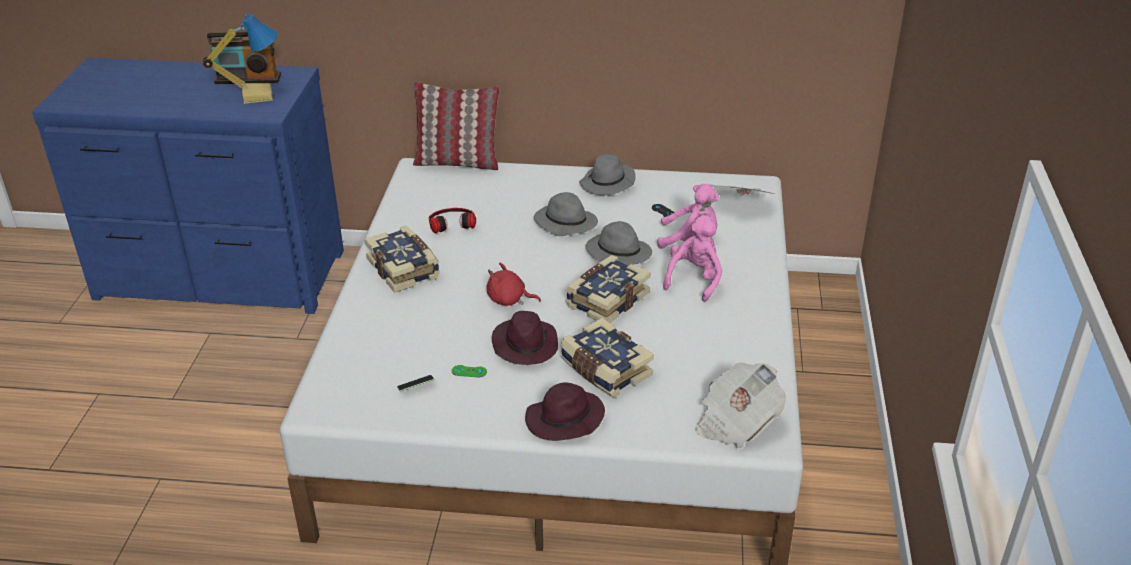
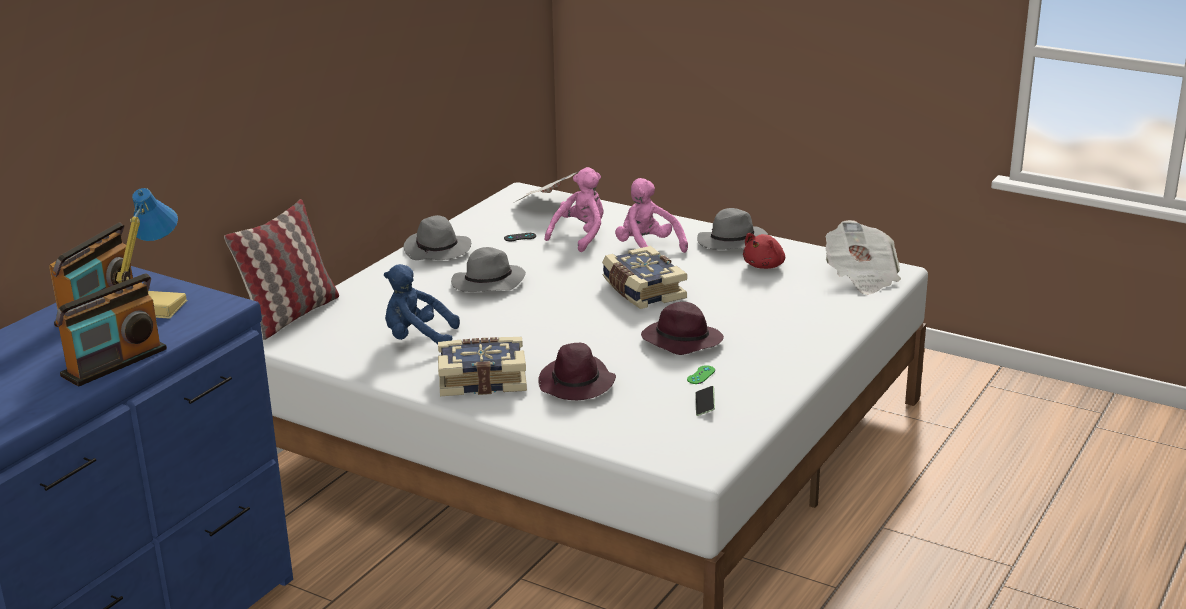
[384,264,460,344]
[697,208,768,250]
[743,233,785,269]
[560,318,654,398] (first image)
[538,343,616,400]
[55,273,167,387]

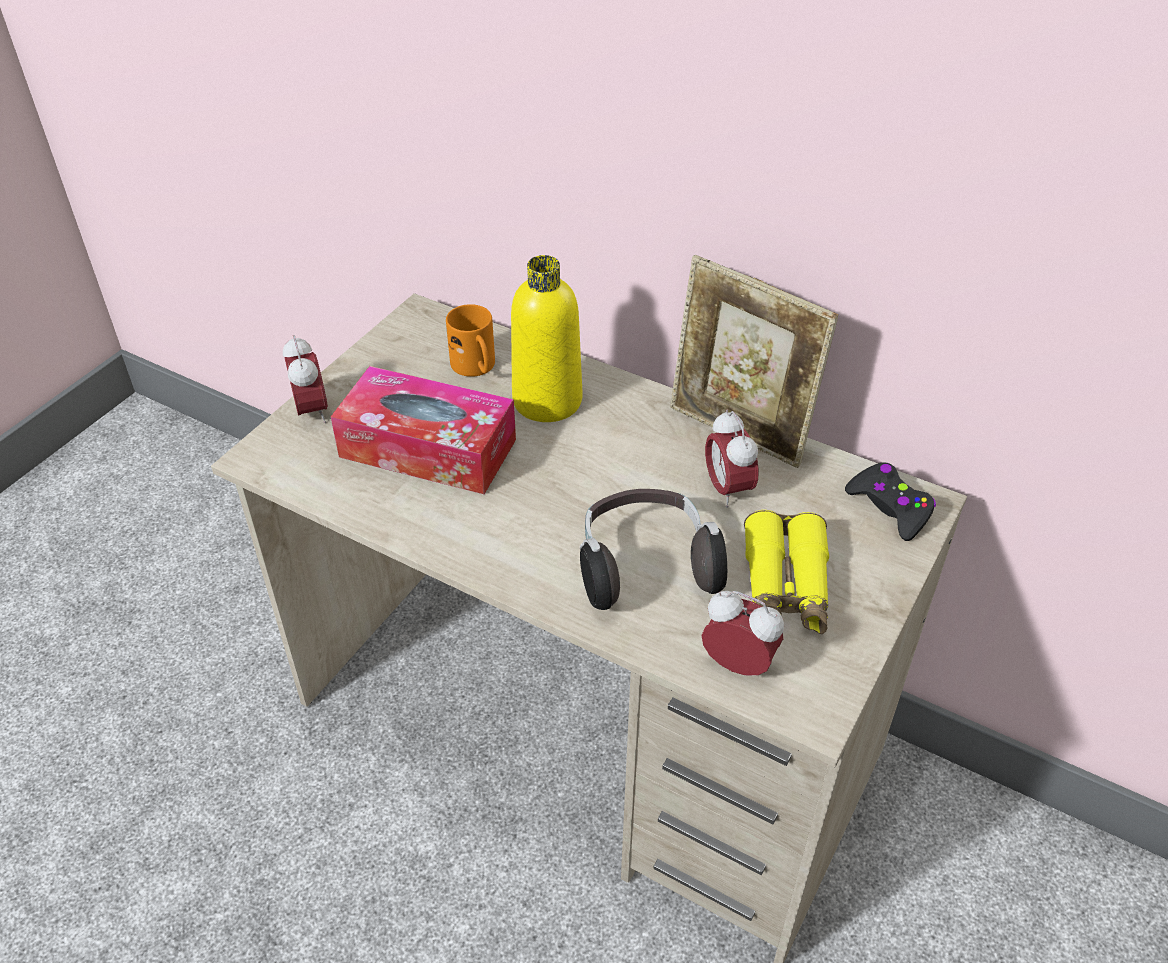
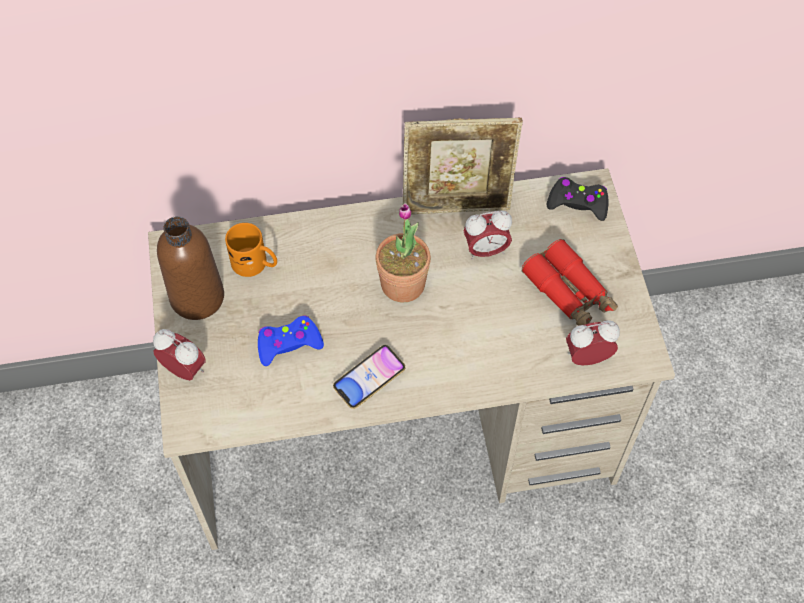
[511,255,582,422] (first image)
[258,315,324,366]
[463,210,512,260]
[580,489,727,610] (first image)
[522,239,618,326]
[376,203,431,302]
[157,216,224,320]
[333,345,405,409]

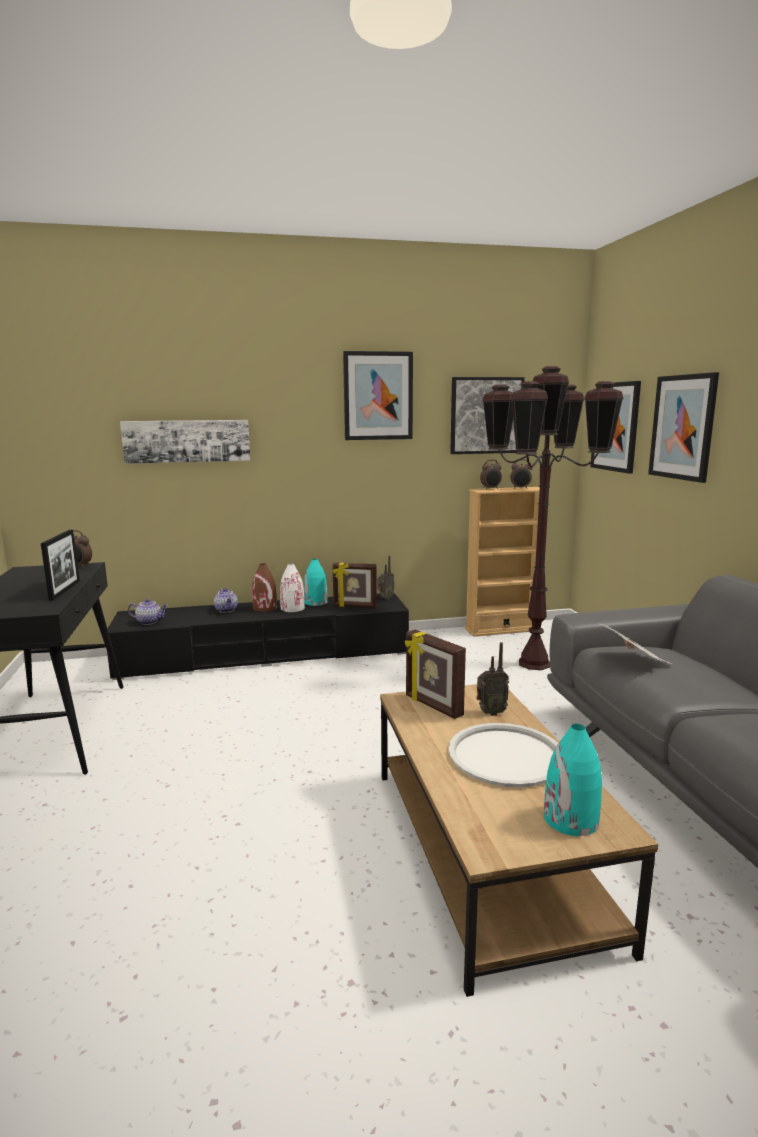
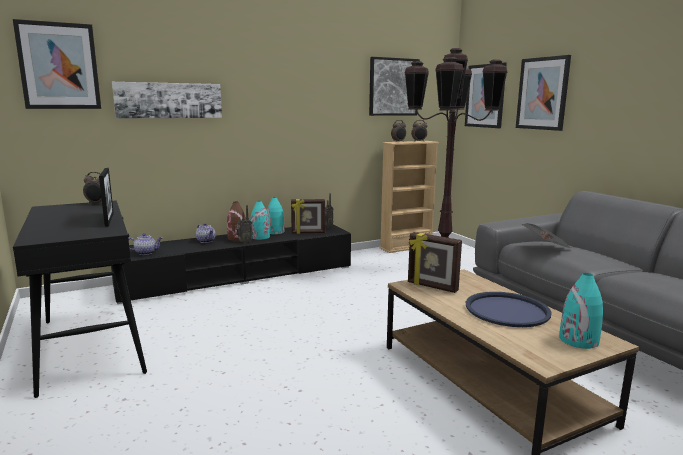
[13,19,101,109]
[250,201,270,240]
[236,205,253,243]
[466,292,552,327]

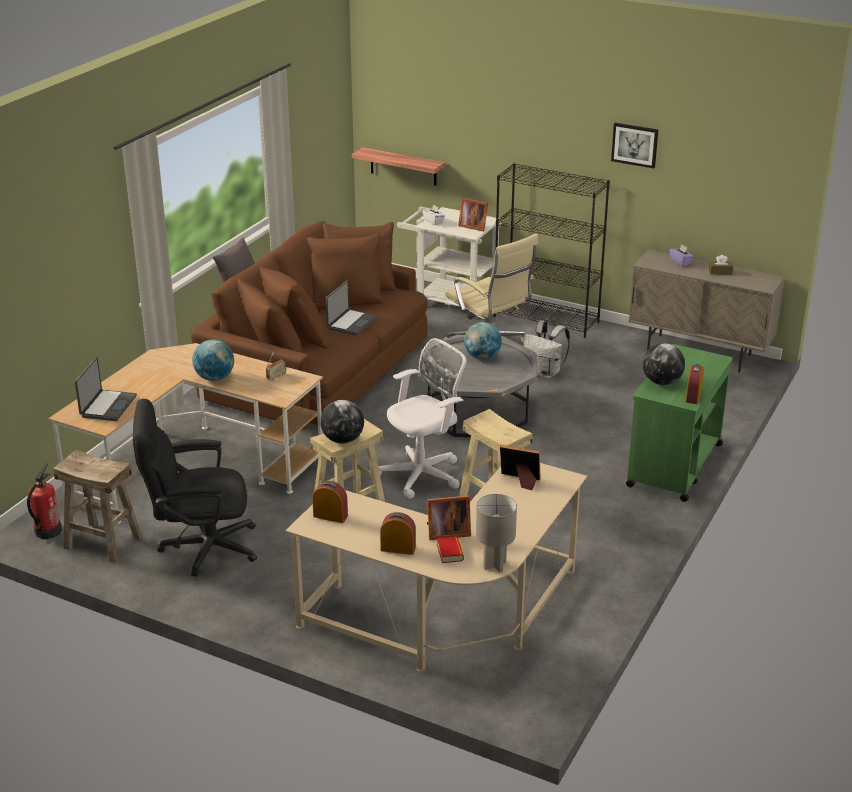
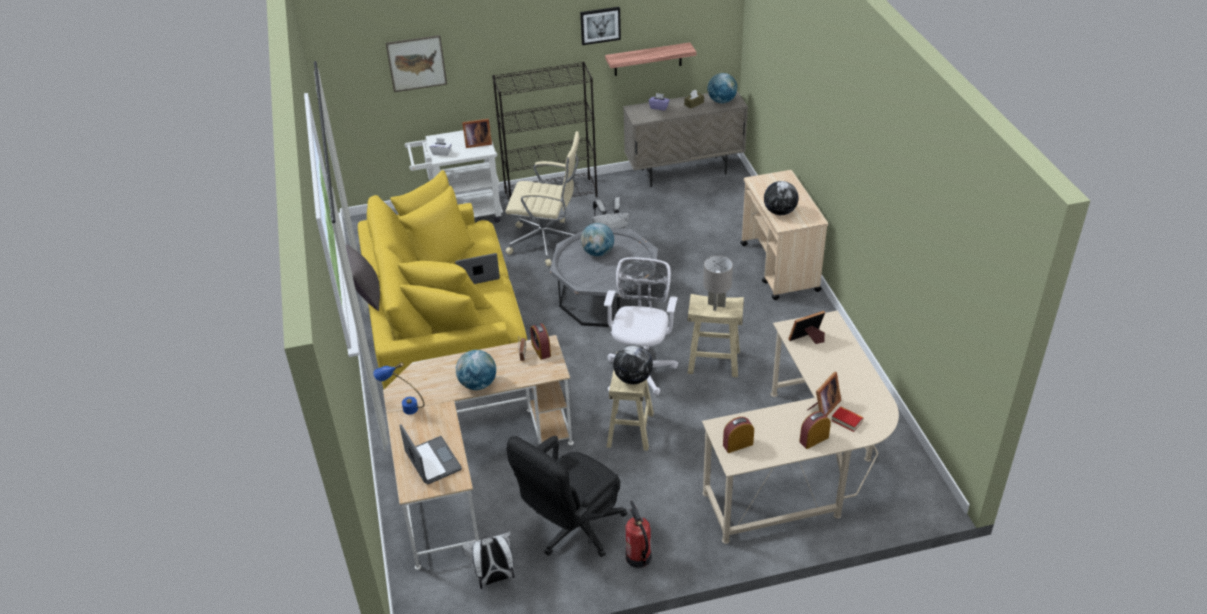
[605,42,697,76]
[358,170,527,389]
[455,253,500,284]
[741,170,828,300]
[530,323,551,360]
[462,532,515,589]
[625,501,651,568]
[703,255,733,311]
[386,35,447,92]
[707,73,738,103]
[373,362,425,415]

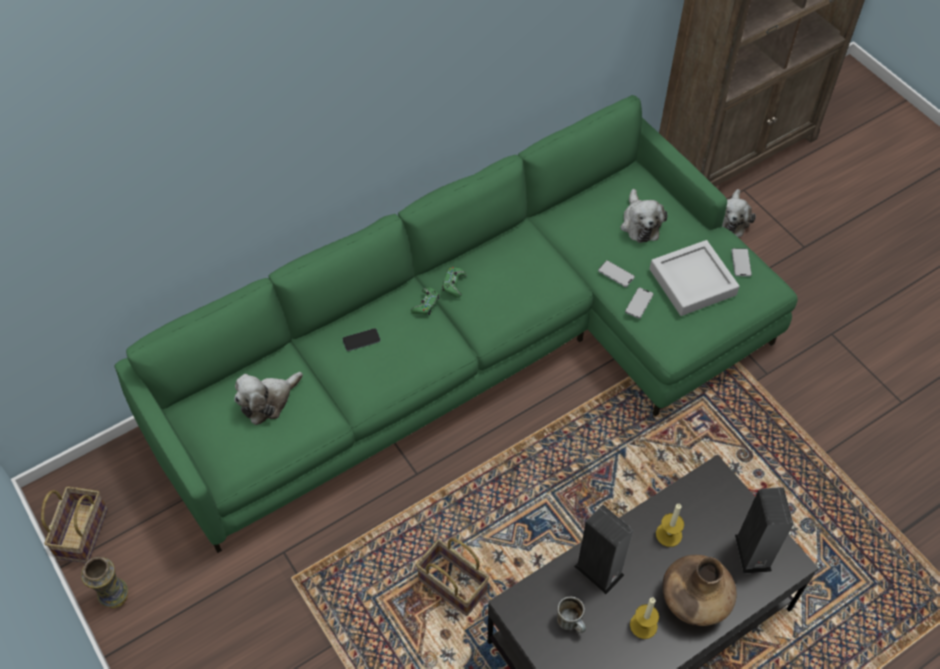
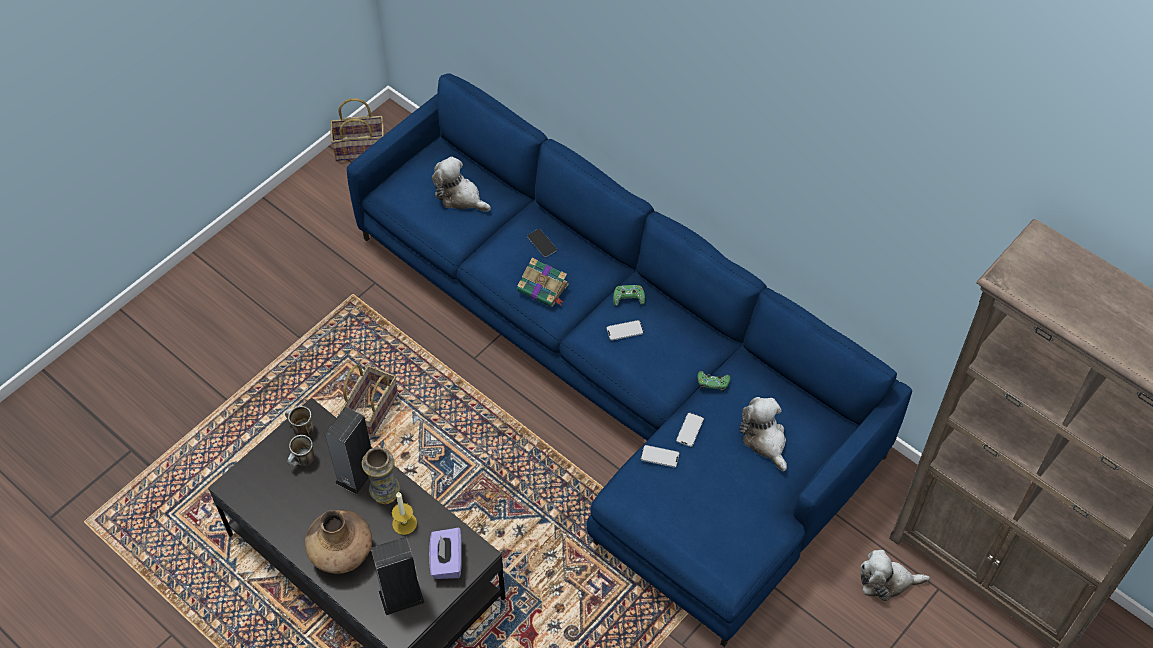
[347,73,912,647]
[739,397,787,471]
[650,240,740,316] (first image)
[607,320,644,341]
[697,371,731,392]
[362,447,400,504]
[630,597,659,639] (first image)
[517,258,569,307]
[285,406,314,436]
[429,527,462,579]

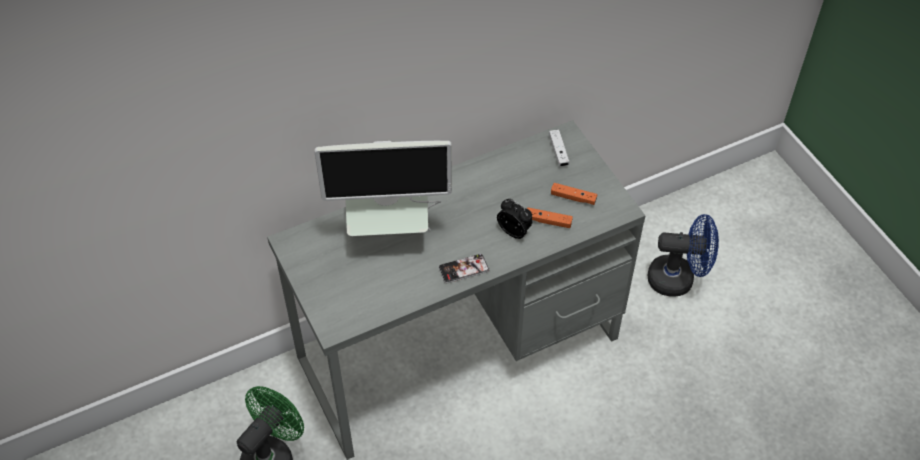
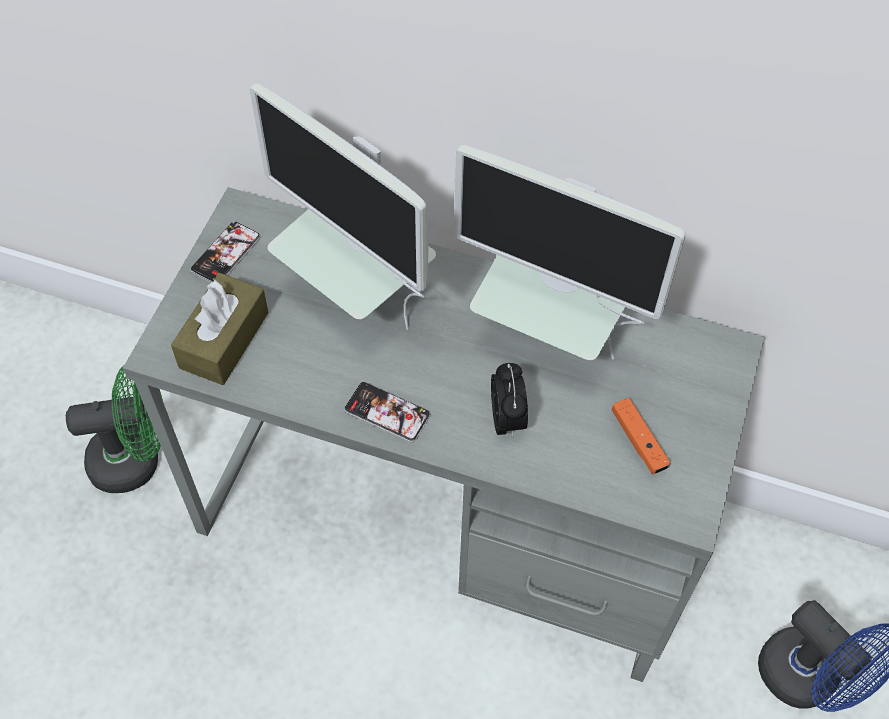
[549,130,569,167] (first image)
[527,207,573,228] (first image)
[454,145,686,360]
[190,221,261,283]
[171,273,269,385]

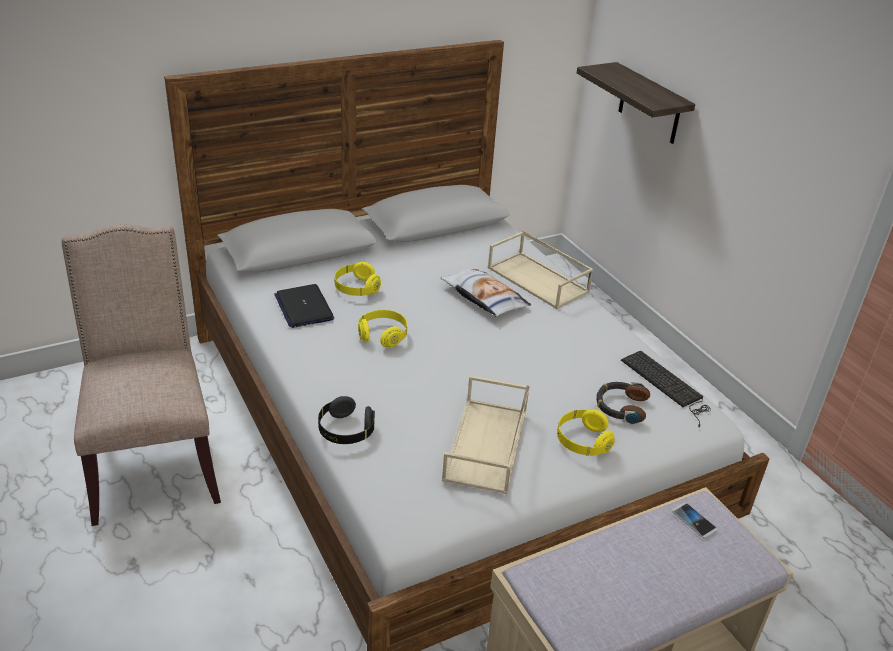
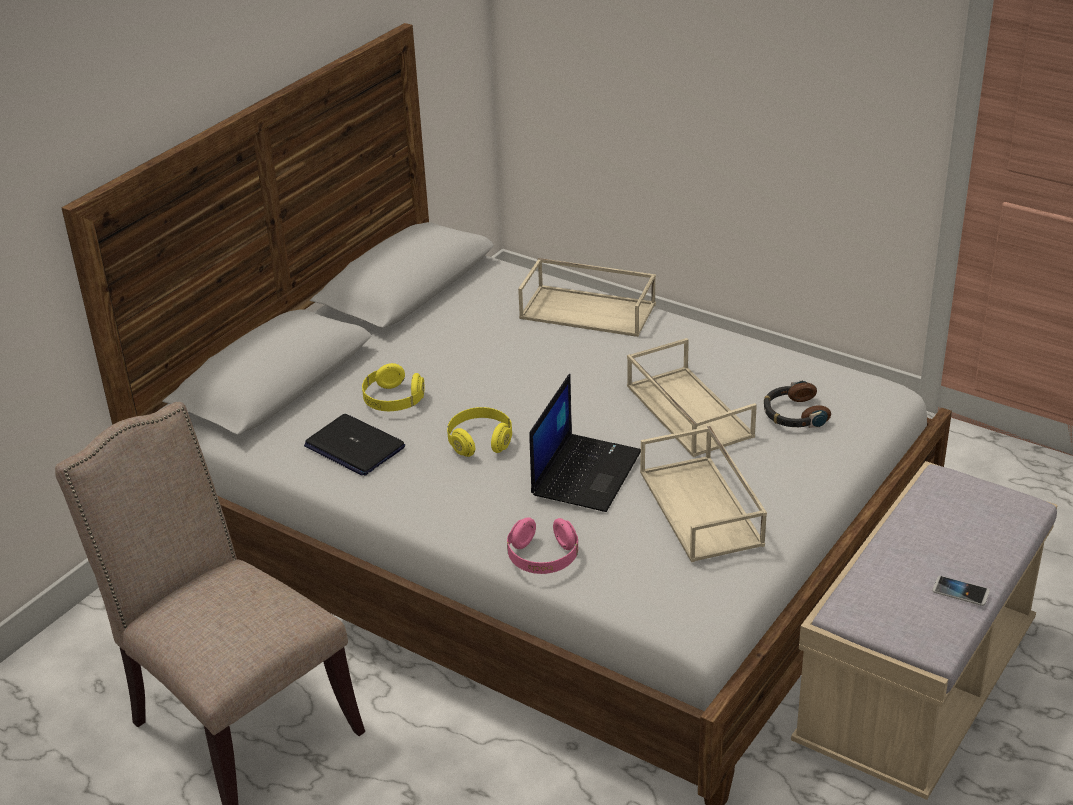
[577,62,695,144] (first image)
[440,269,531,317] (first image)
[621,351,711,427] (first image)
[507,517,578,574]
[557,409,615,456] (first image)
[932,576,990,606]
[627,338,757,457]
[529,374,641,512]

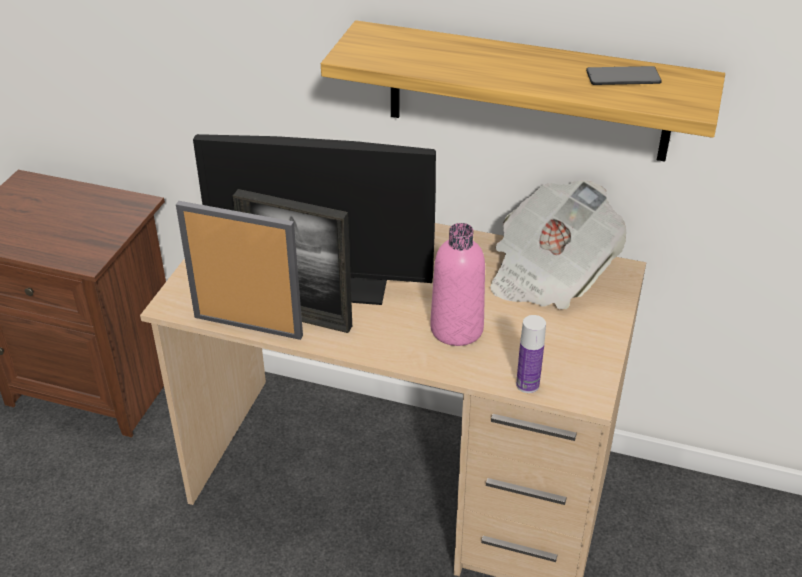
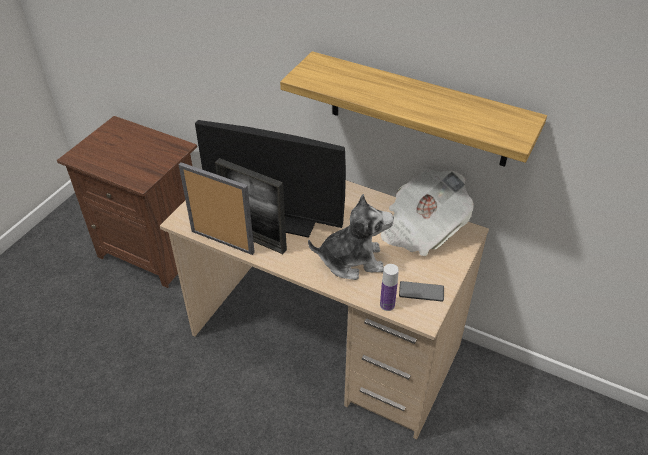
[399,281,444,302]
[308,194,394,280]

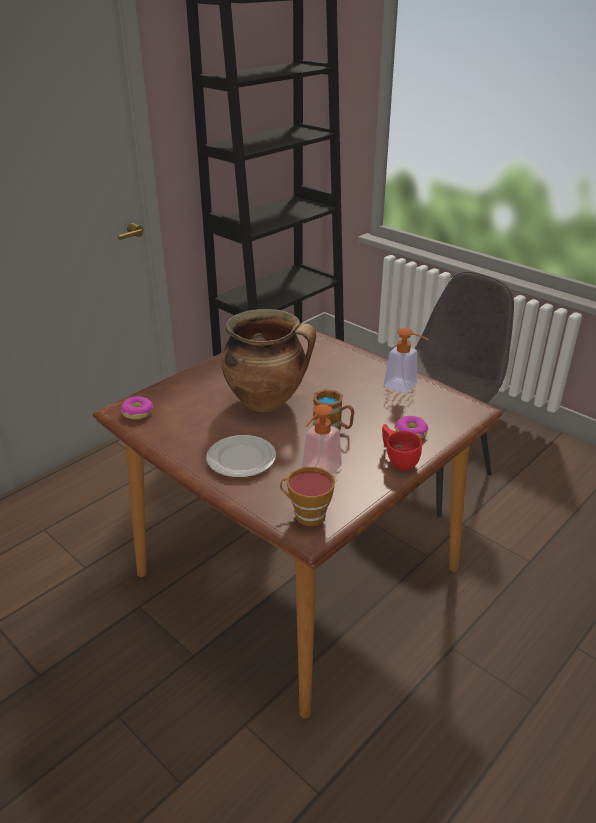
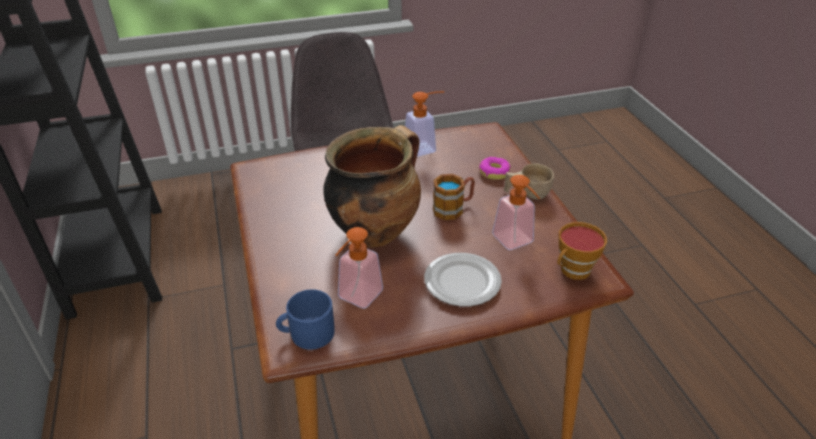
[276,289,335,350]
[504,163,554,199]
[335,227,383,309]

